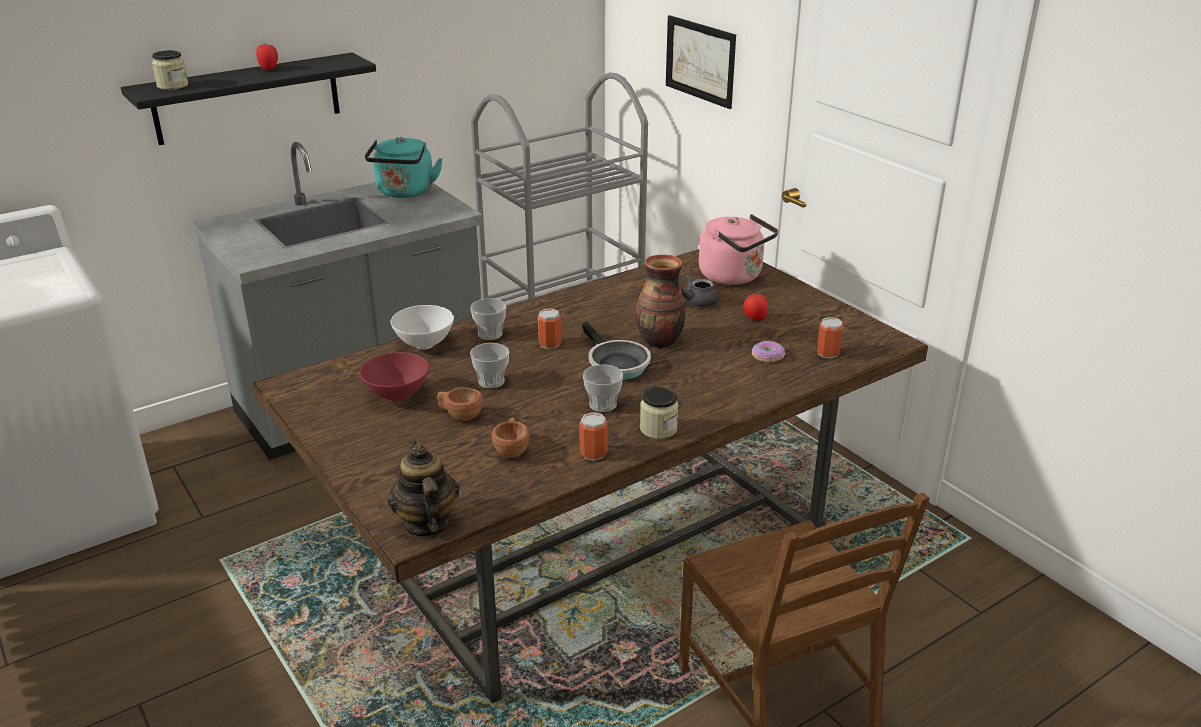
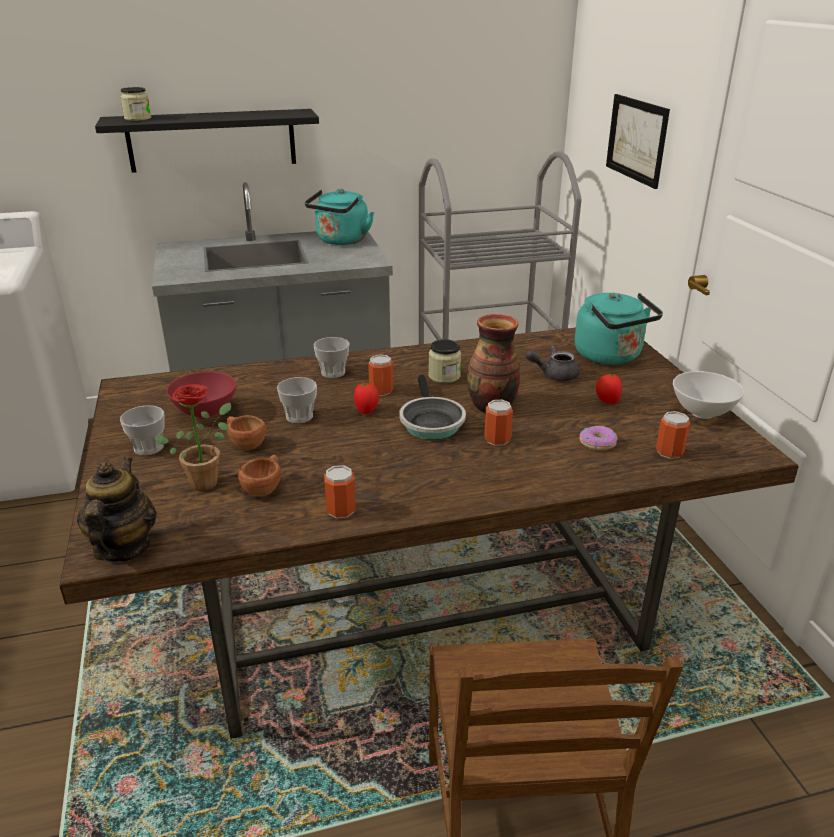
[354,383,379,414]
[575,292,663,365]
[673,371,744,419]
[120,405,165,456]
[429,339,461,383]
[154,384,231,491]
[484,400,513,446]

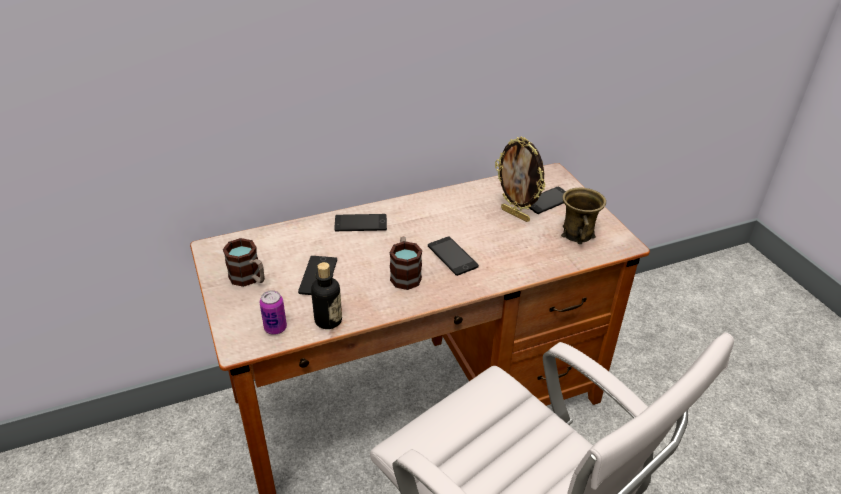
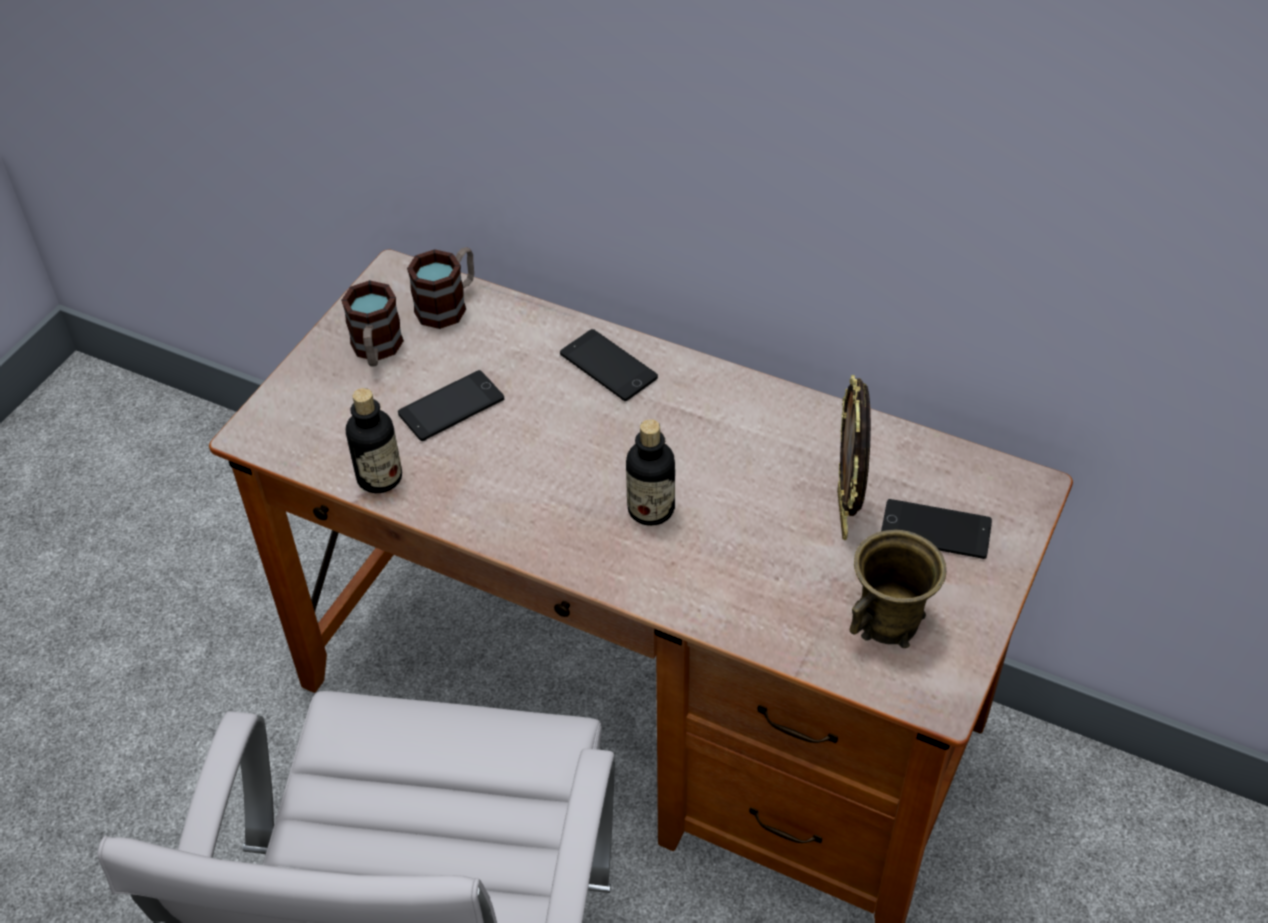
[407,247,474,329]
[626,419,675,526]
[260,290,287,335] (first image)

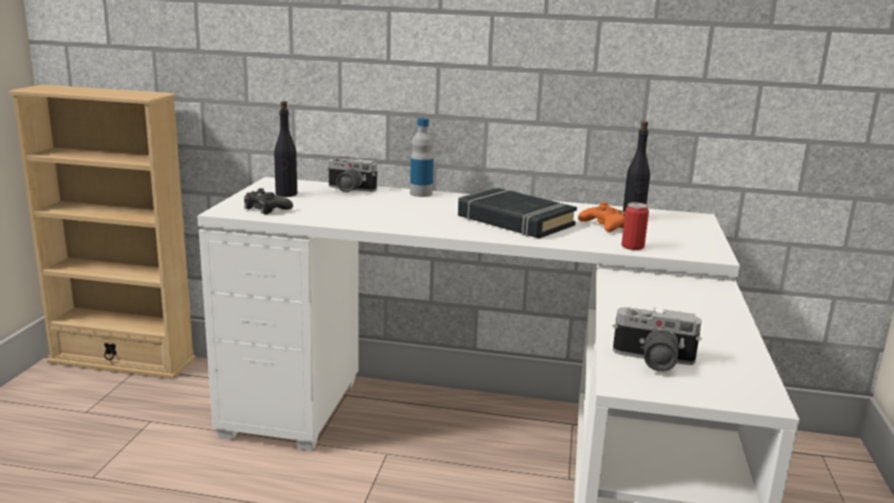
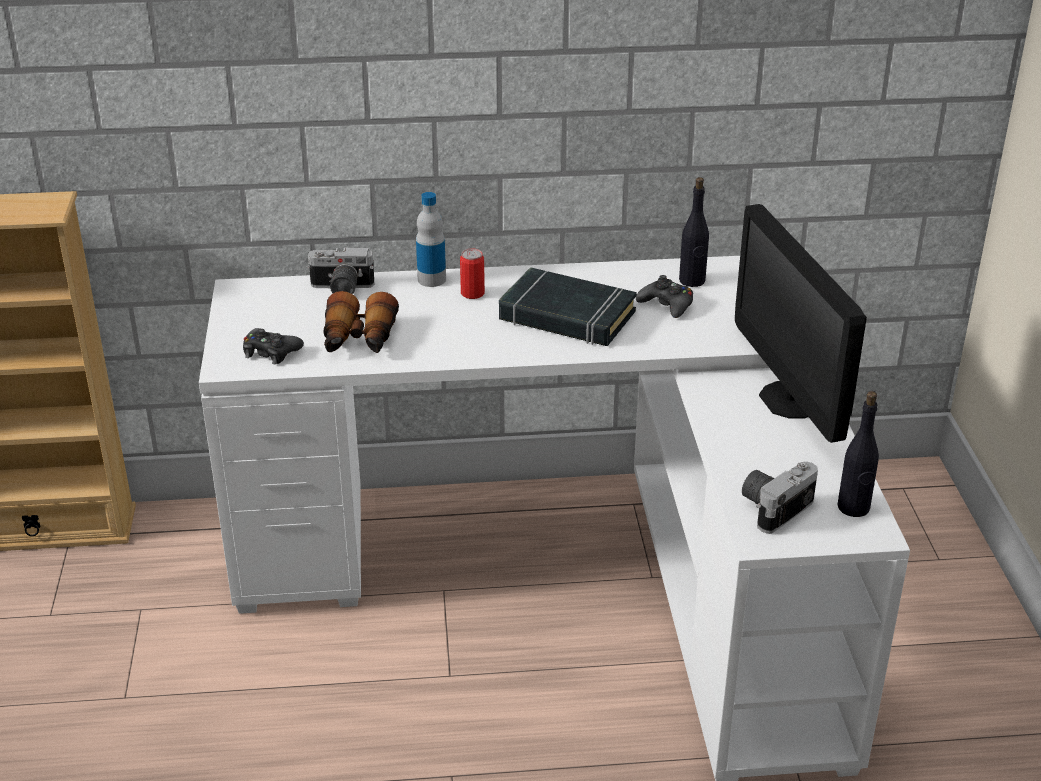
[837,391,879,517]
[636,275,693,318]
[460,249,485,299]
[742,462,818,534]
[735,204,867,443]
[323,291,399,353]

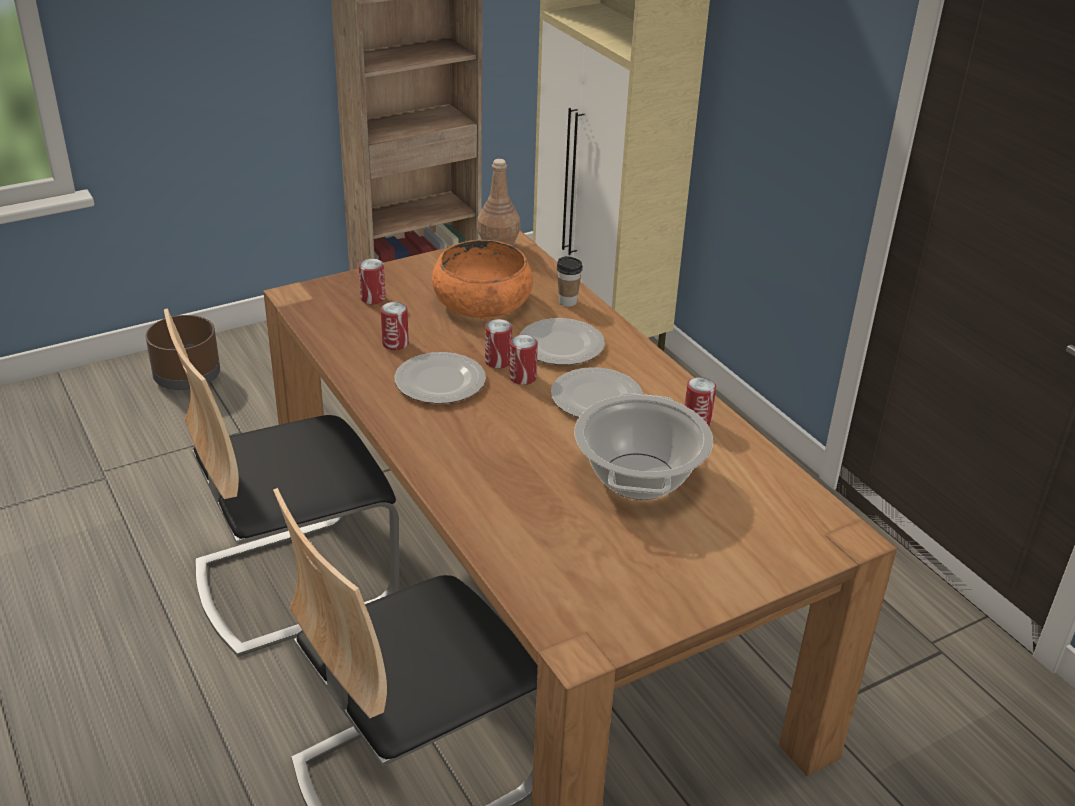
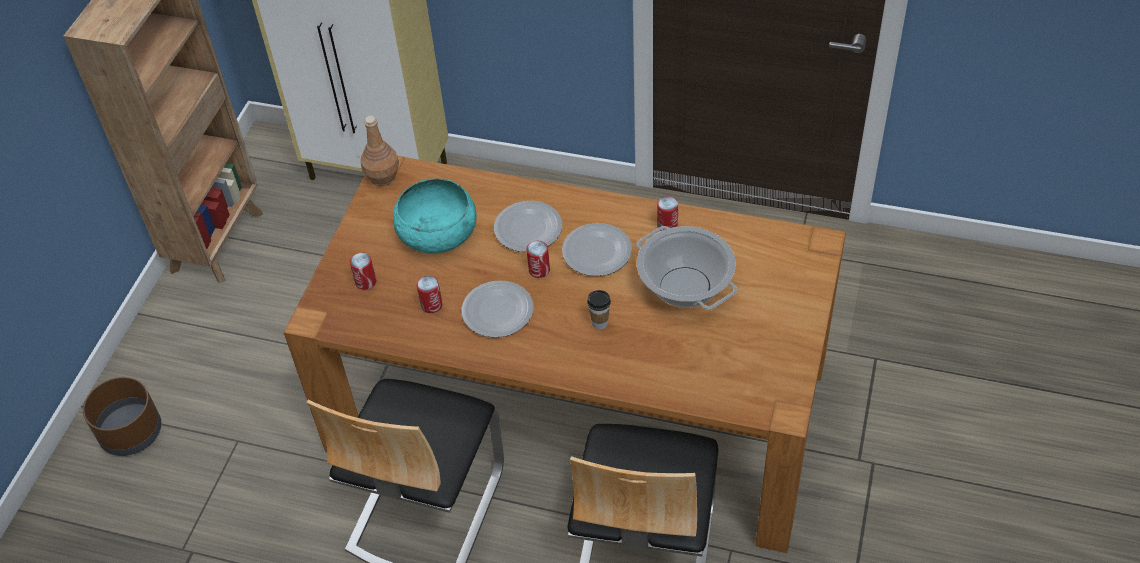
[393,178,477,254]
[587,290,611,329]
[485,319,512,369] (first image)

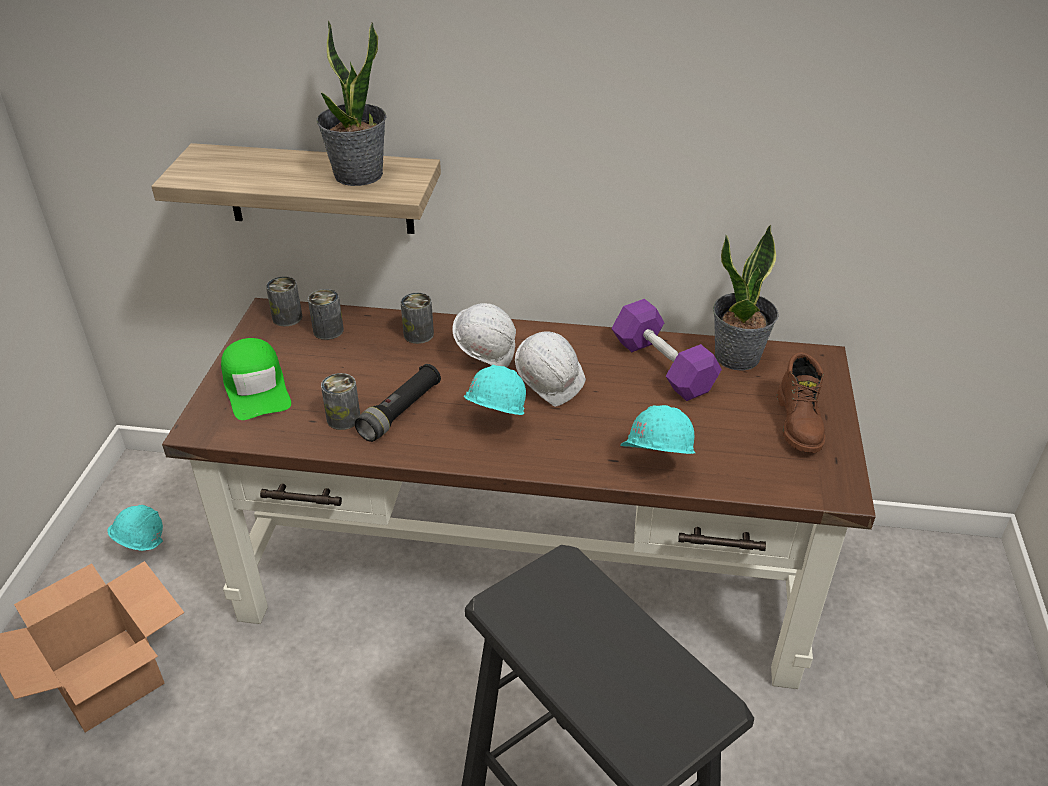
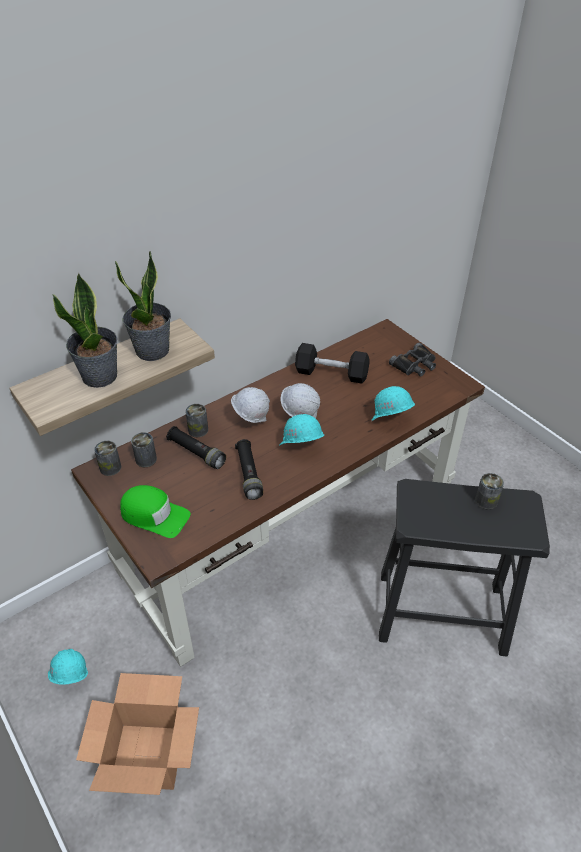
[52,273,117,388]
[295,343,370,384]
[389,343,436,377]
[475,473,504,510]
[166,426,226,469]

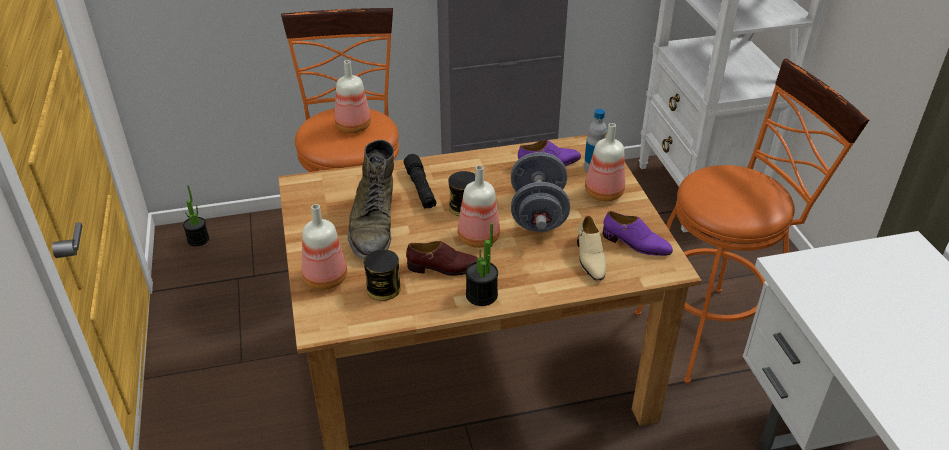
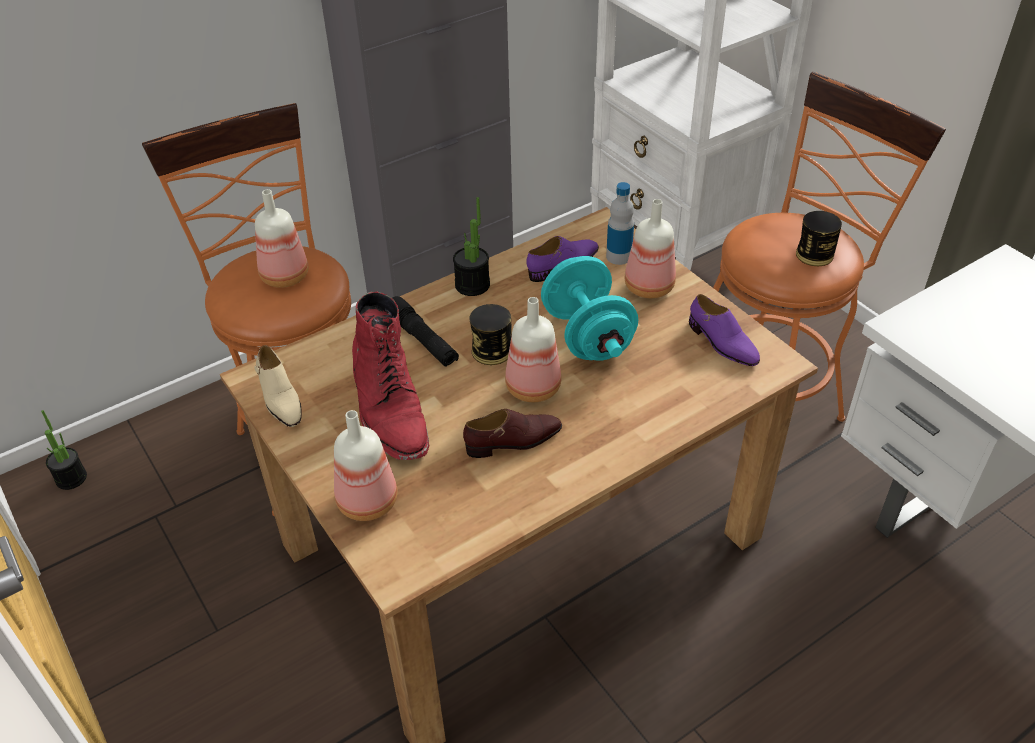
[352,292,429,460]
[541,256,638,361]
[689,294,760,366]
[254,345,301,427]
[453,197,490,296]
[796,211,842,266]

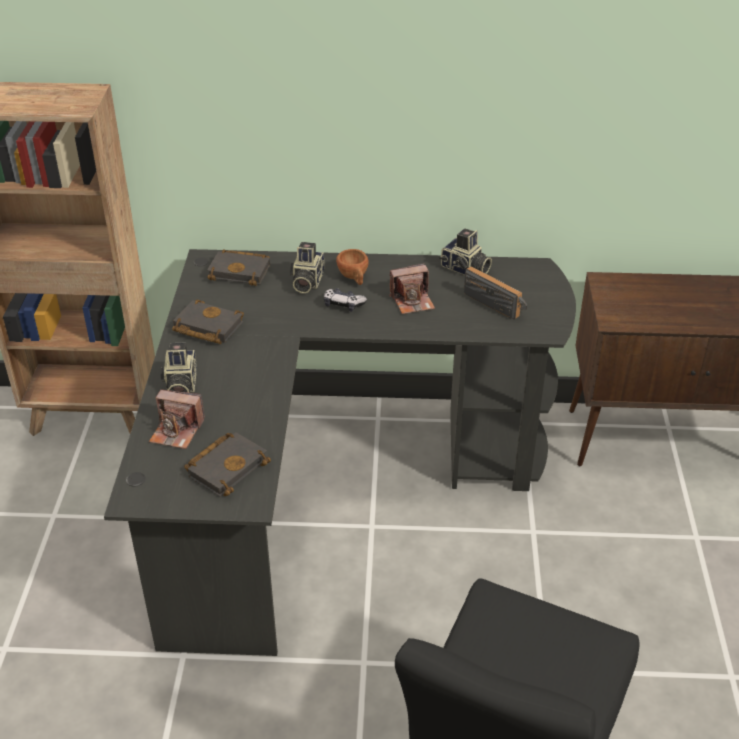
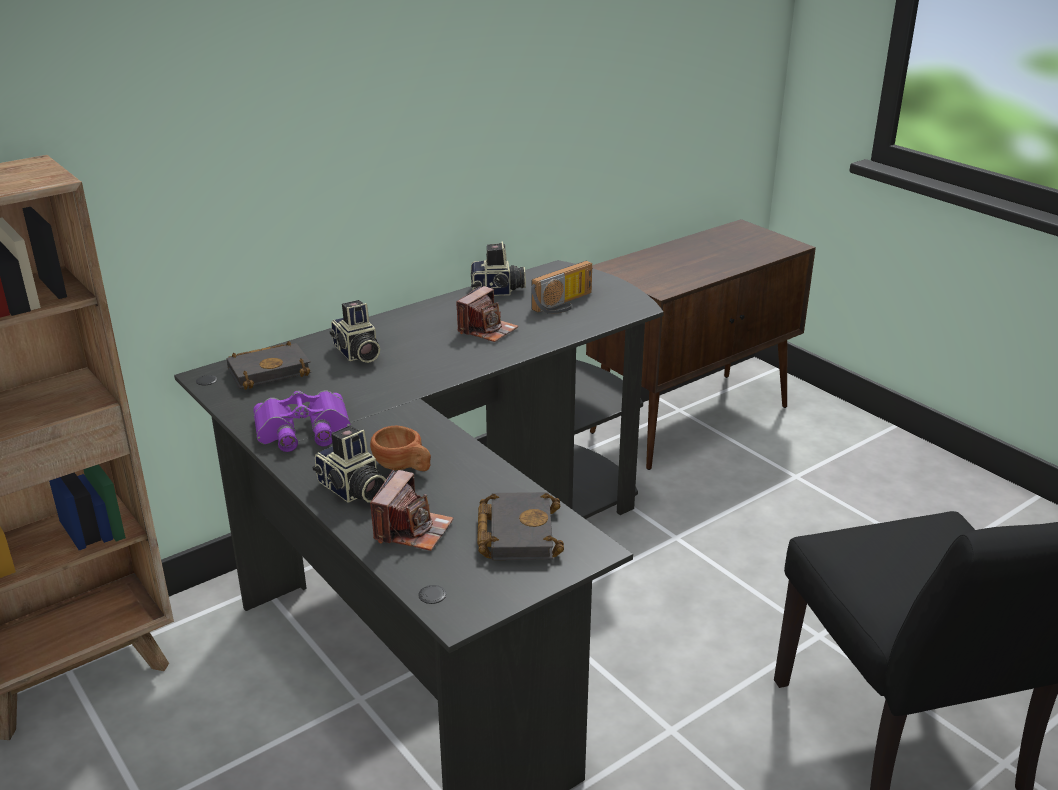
[370,425,431,471]
[531,261,592,314]
[324,288,367,312] (first image)
[253,390,350,452]
[370,470,454,551]

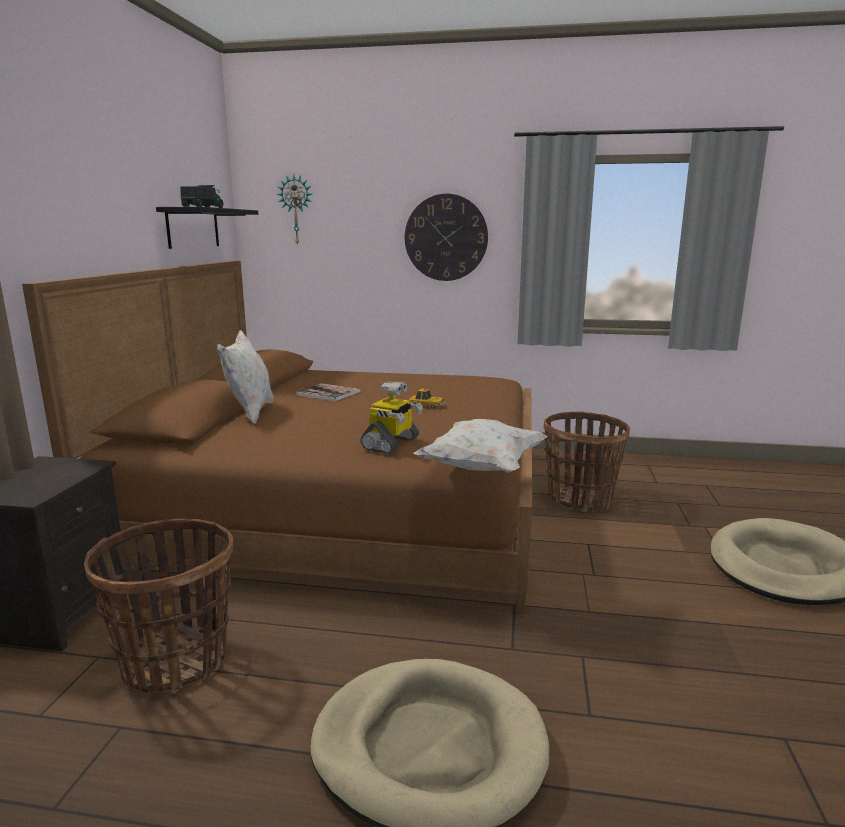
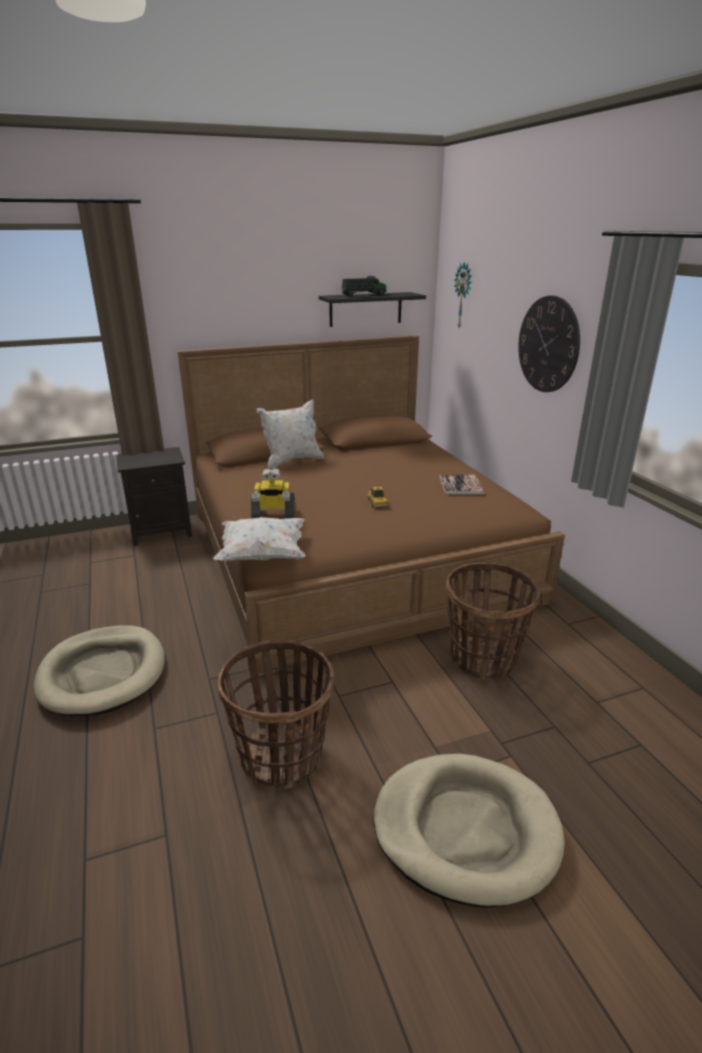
[439,474,485,494]
[218,640,334,789]

